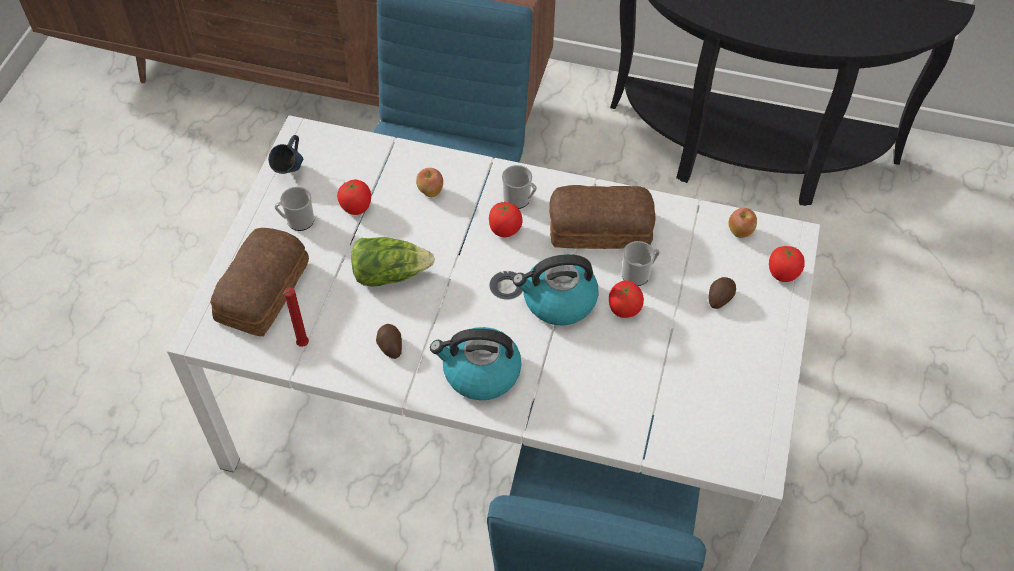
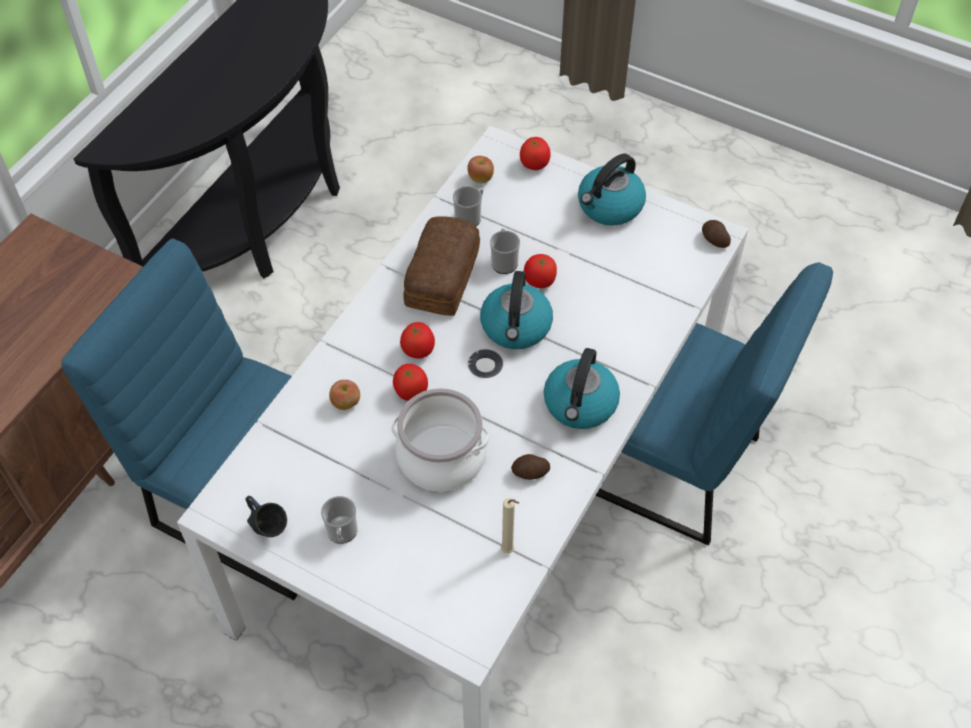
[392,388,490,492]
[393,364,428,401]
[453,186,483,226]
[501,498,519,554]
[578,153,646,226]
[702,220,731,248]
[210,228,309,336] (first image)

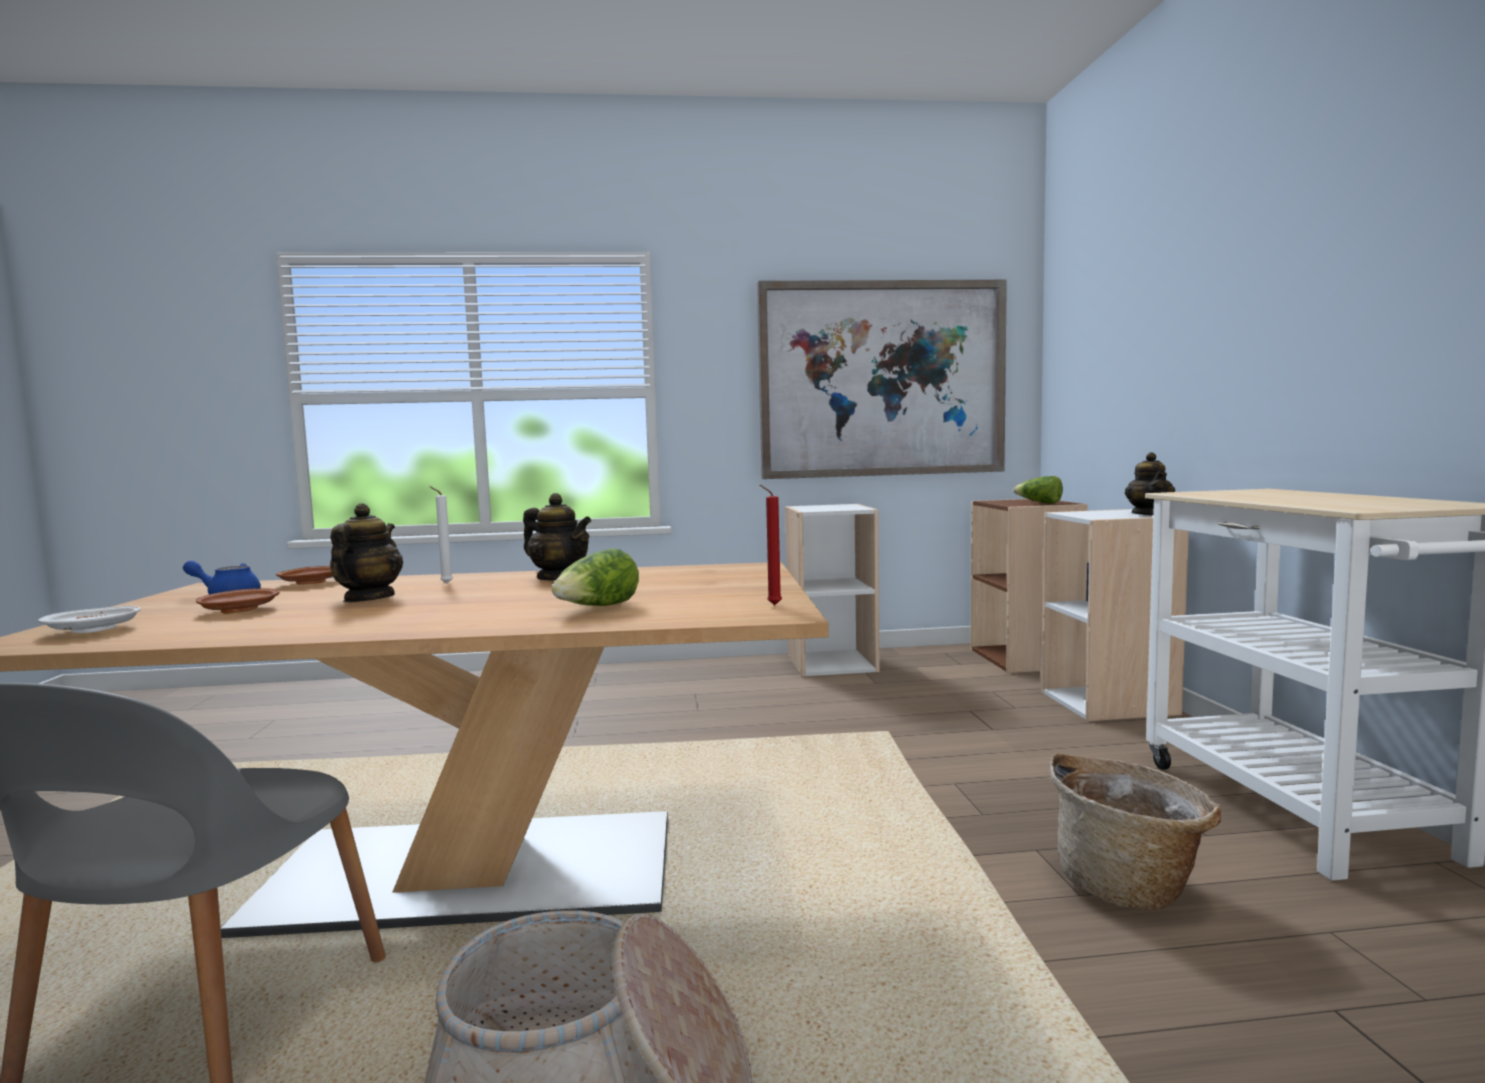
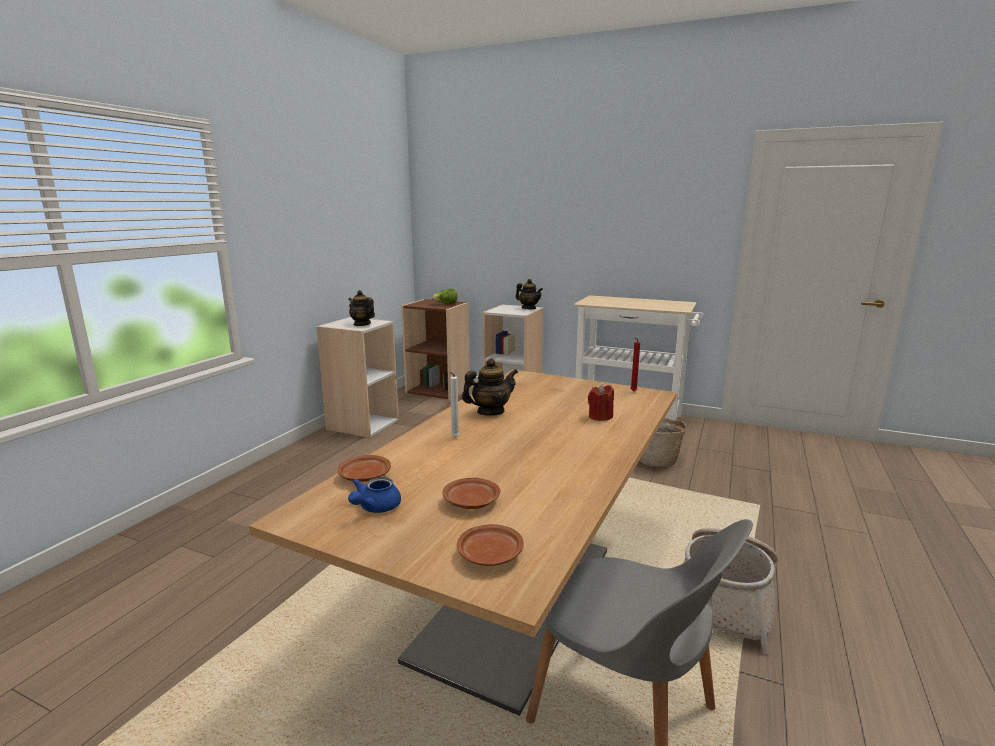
[348,290,375,326]
[457,524,524,566]
[588,384,614,421]
[757,280,1007,479] (first image)

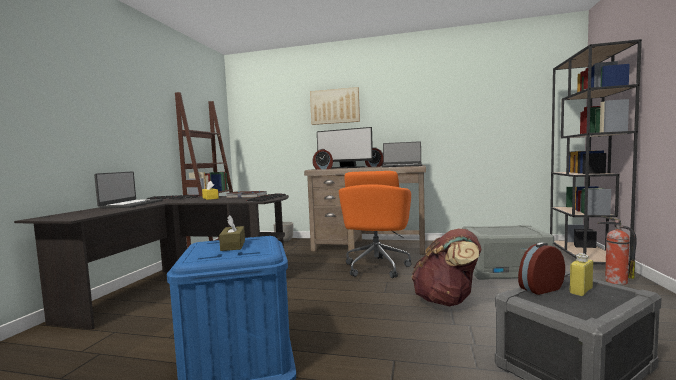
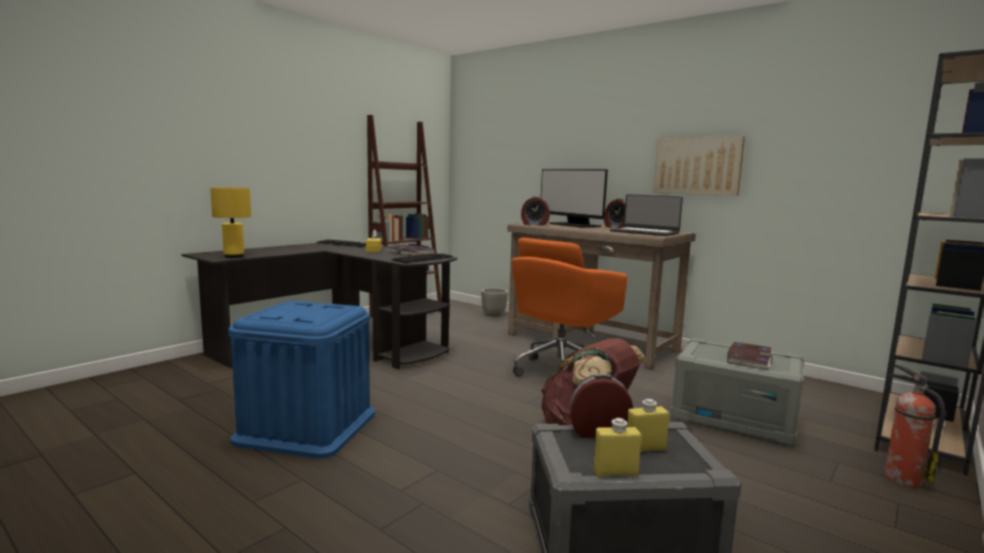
[211,187,251,258]
[593,418,642,477]
[653,136,745,196]
[728,342,772,370]
[94,171,163,209] (first image)
[219,215,245,251] (first image)

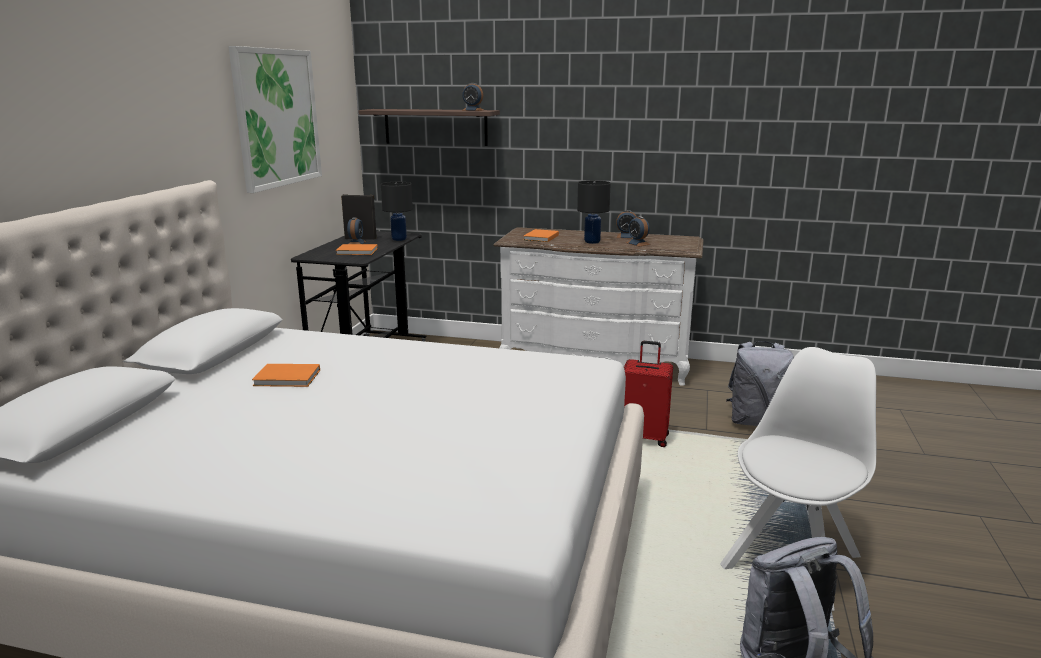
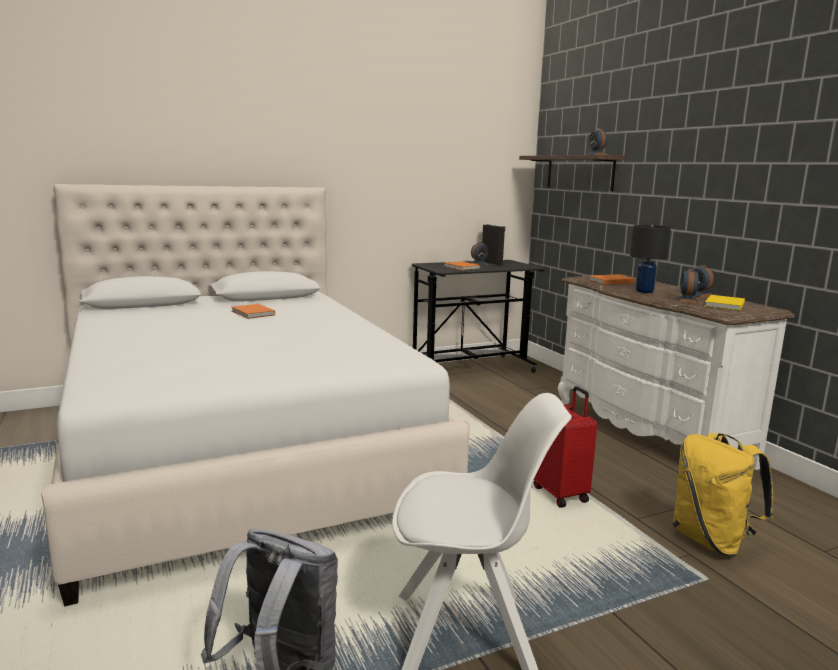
[672,433,774,557]
[704,295,745,311]
[228,46,322,193] (first image)
[381,182,413,241] (first image)

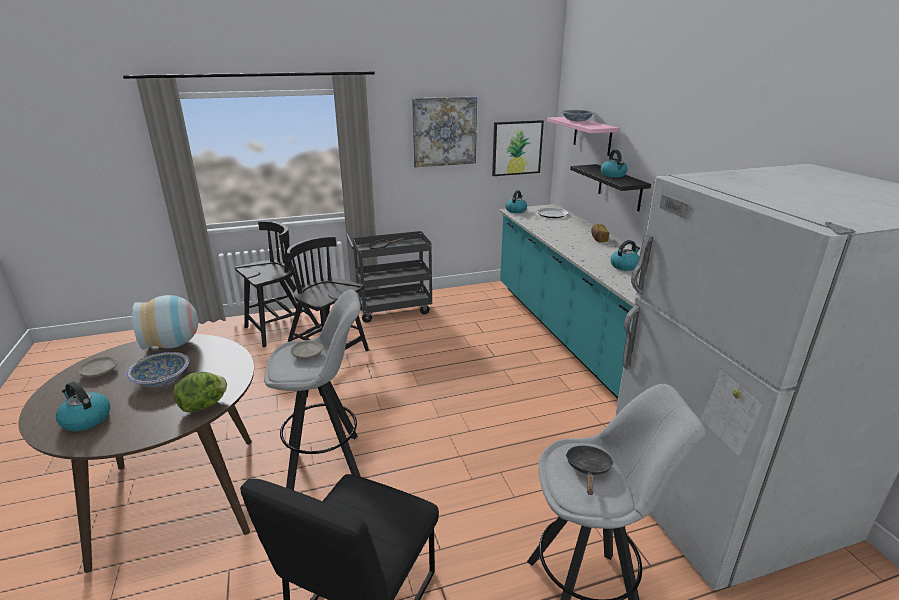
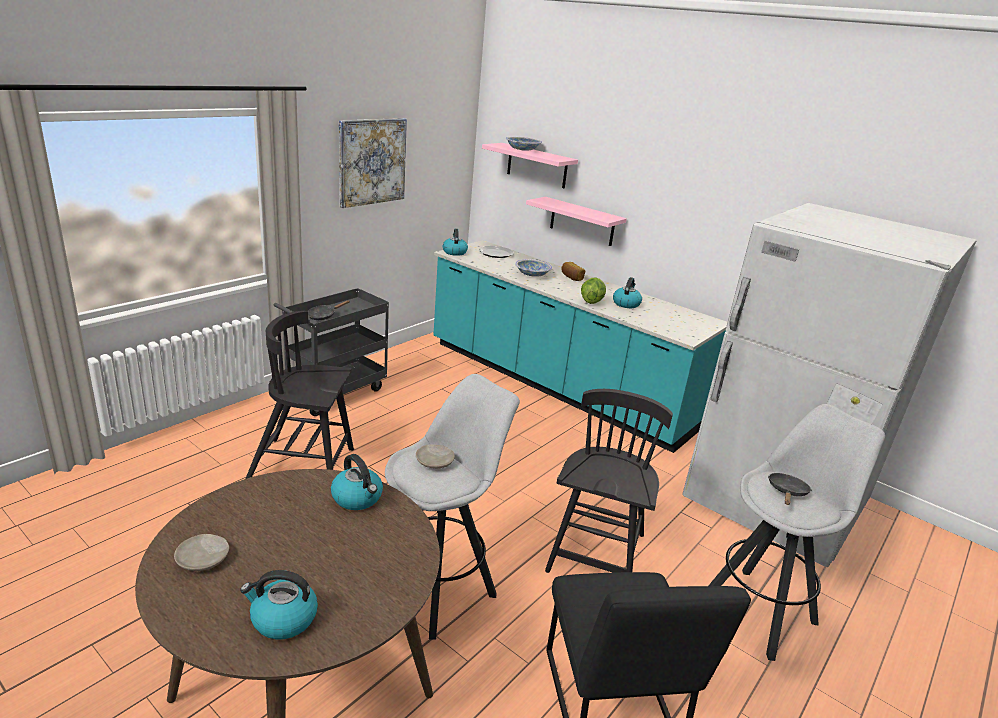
[331,454,383,510]
[515,259,552,277]
[526,197,627,246]
[545,389,673,573]
[581,277,606,304]
[768,473,812,505]
[132,295,199,349] (first image)
[492,120,544,176] (first image)

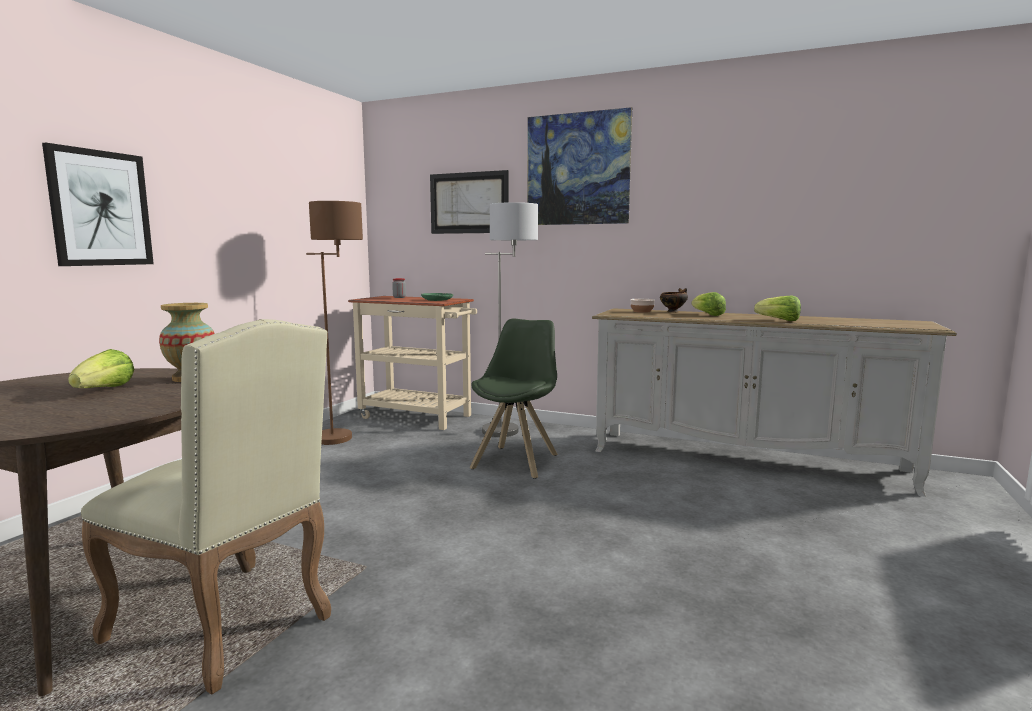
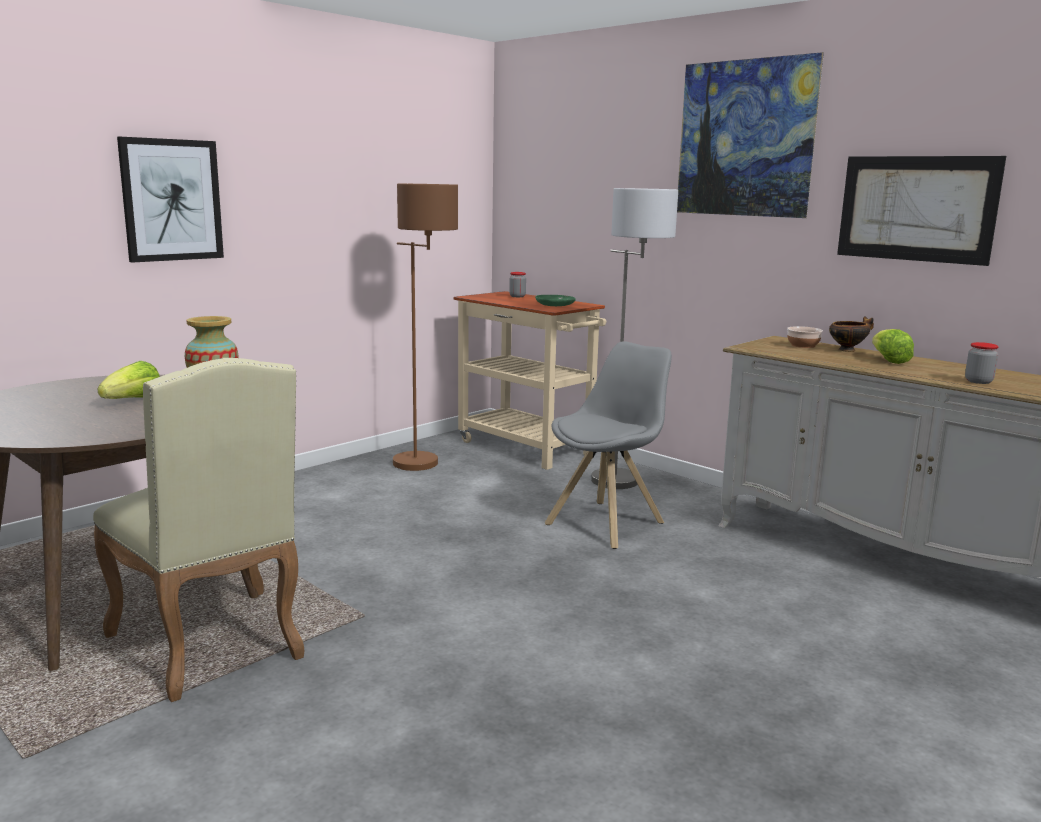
[545,341,672,549]
[837,156,1006,266]
[965,342,999,384]

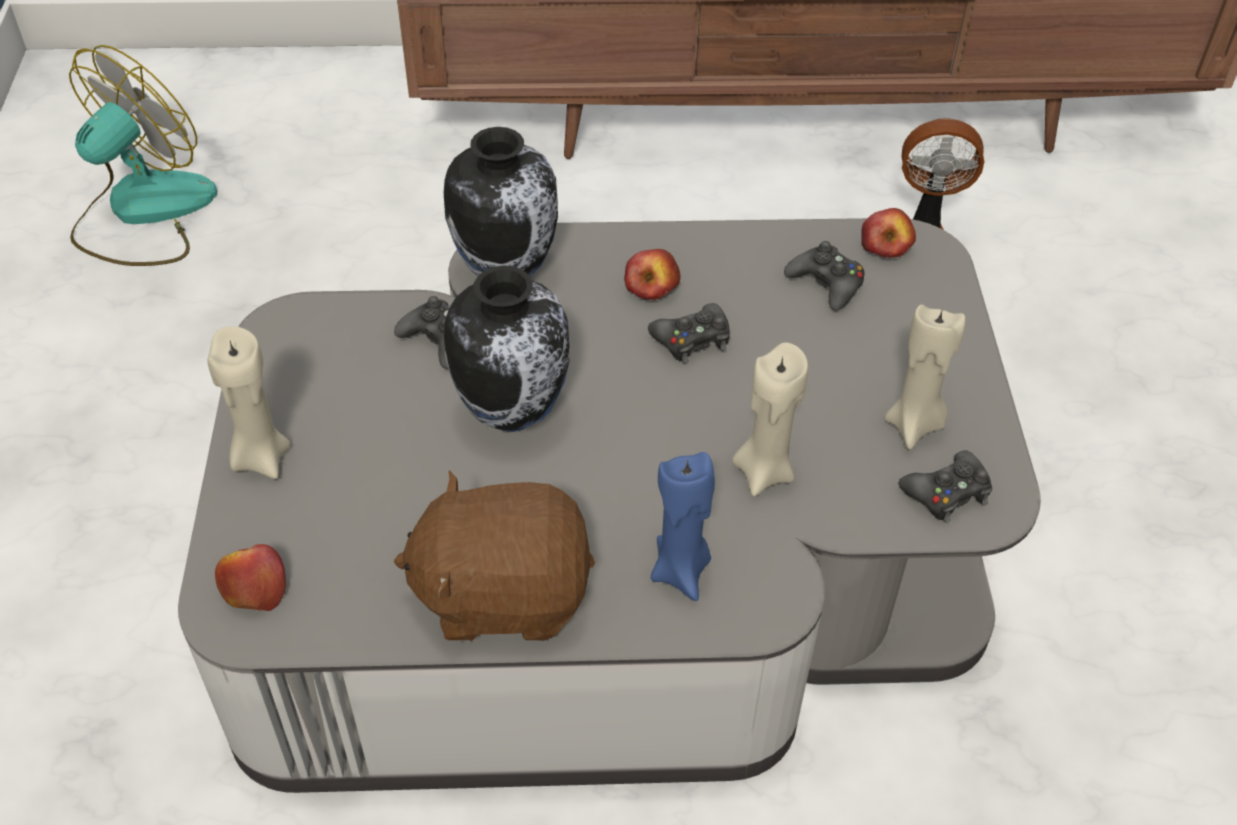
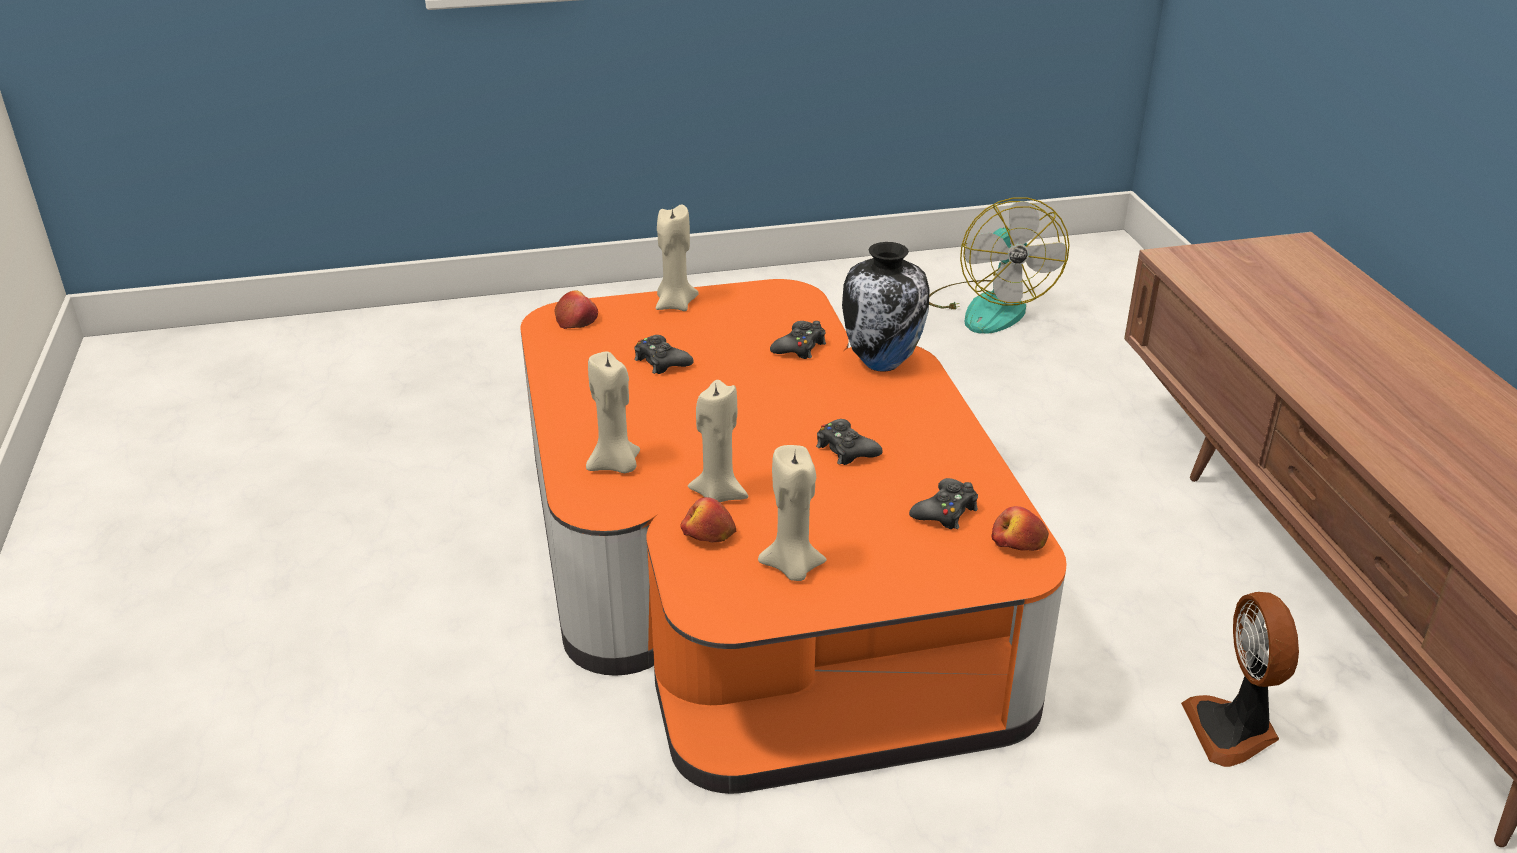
[520,279,1066,794]
[586,352,640,473]
[634,335,694,374]
[680,497,737,543]
[929,197,1070,334]
[394,470,595,641] (first image)
[444,265,570,432] (first image)

